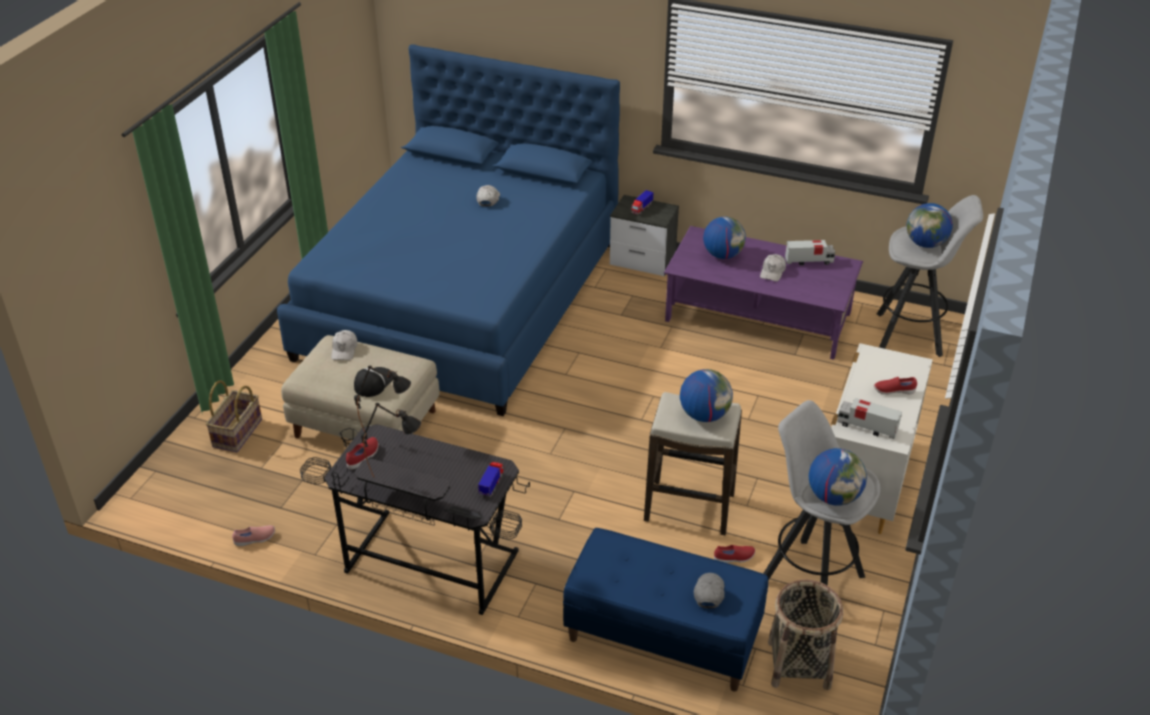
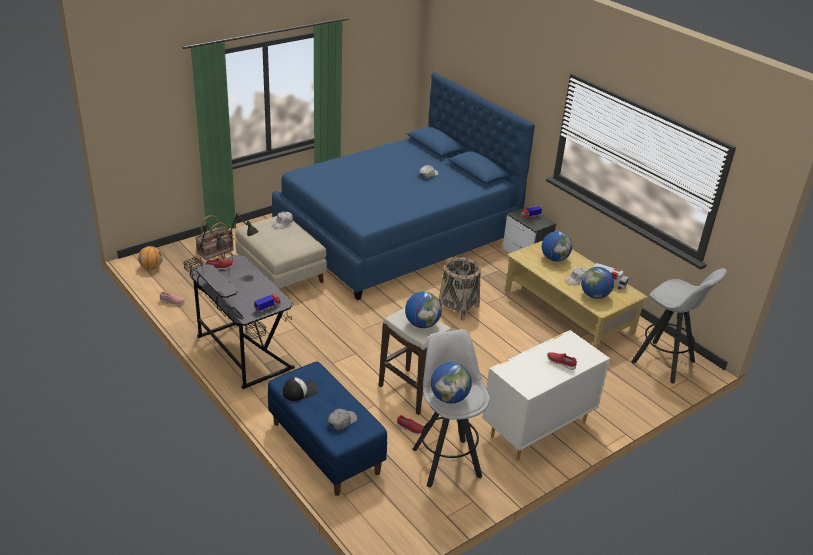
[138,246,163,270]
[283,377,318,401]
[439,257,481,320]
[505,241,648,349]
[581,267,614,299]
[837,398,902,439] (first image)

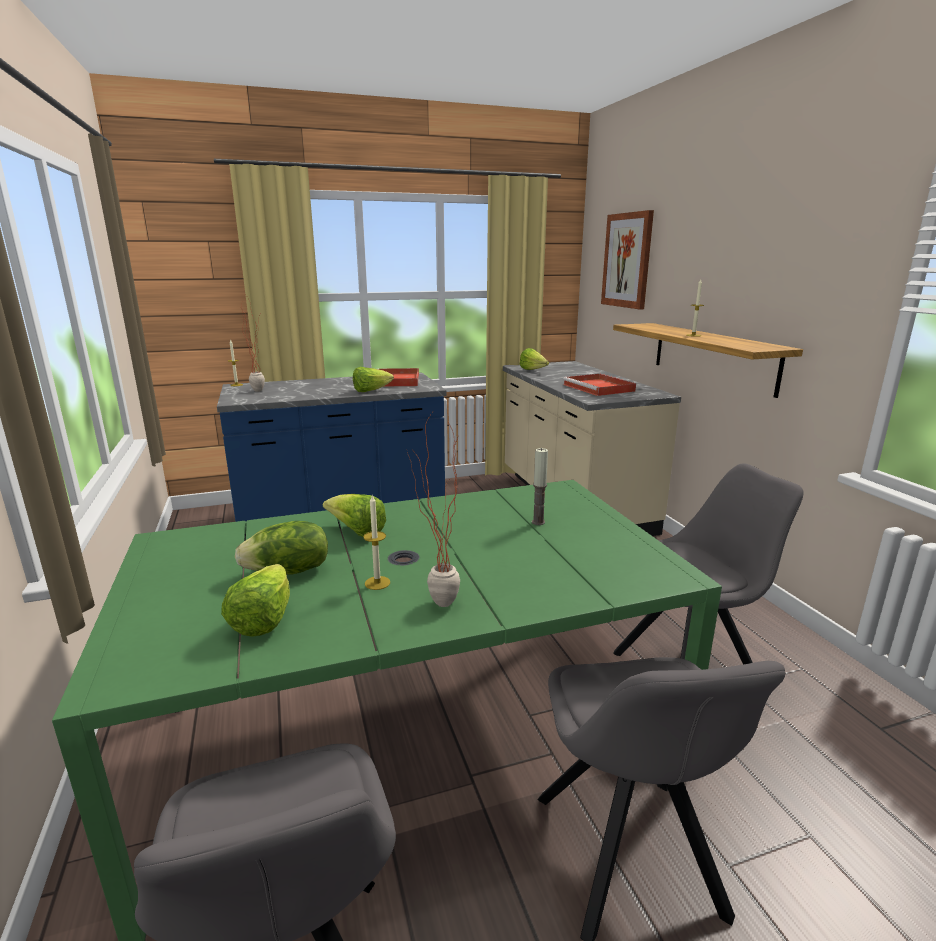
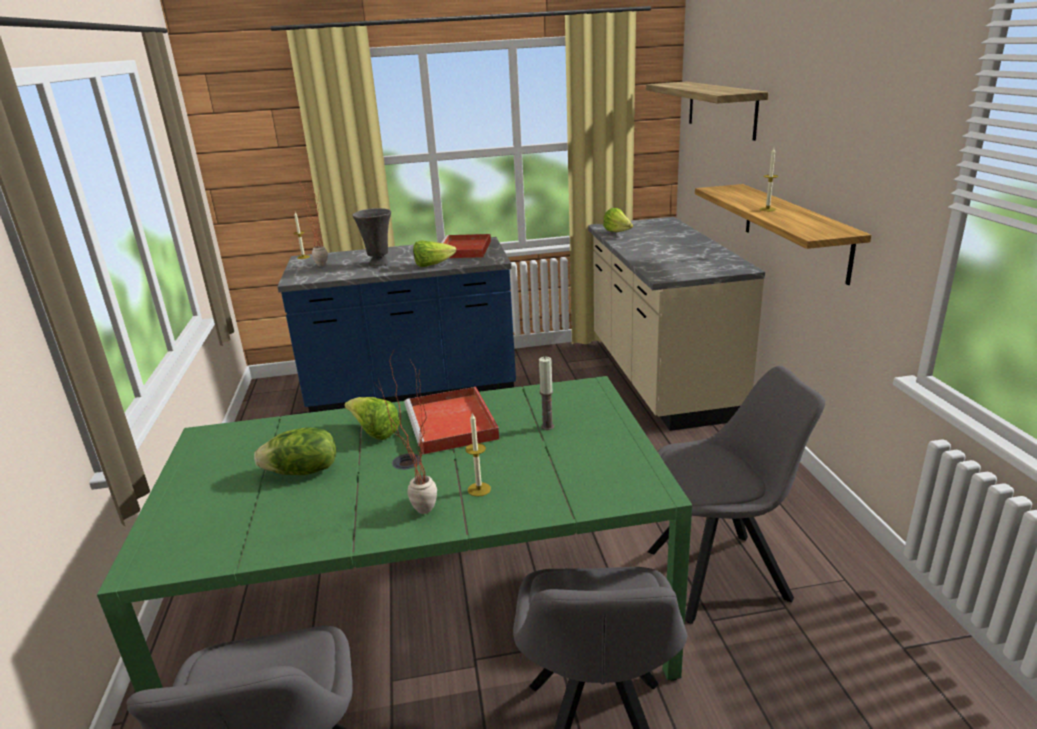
[353,208,391,267]
[404,387,499,455]
[465,413,491,497]
[646,81,769,141]
[221,564,290,637] (first image)

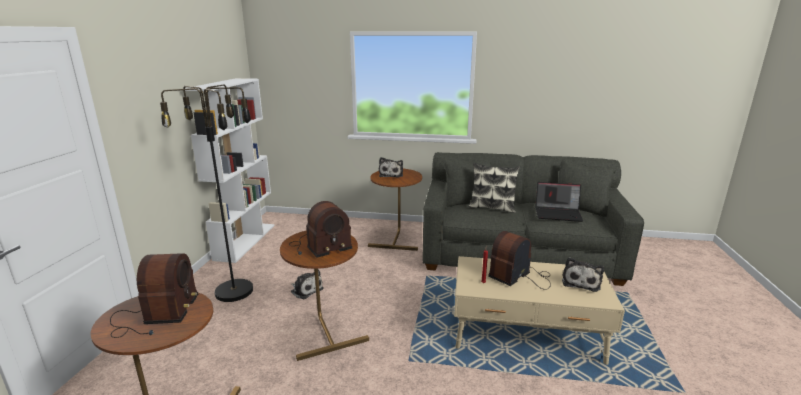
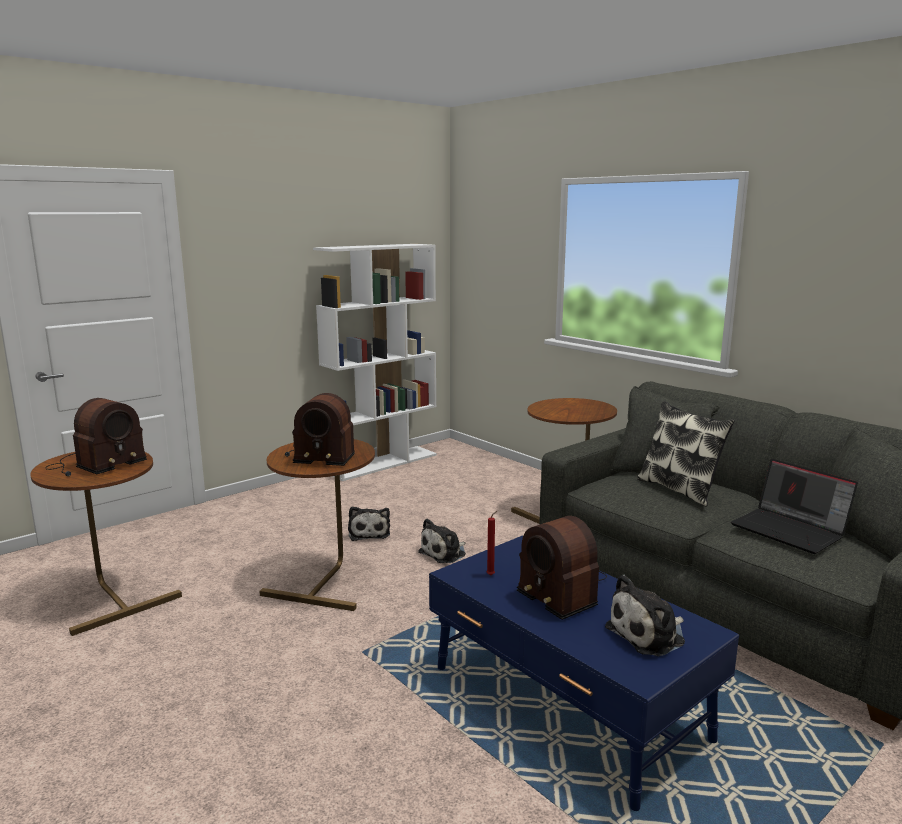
[418,518,466,563]
[429,536,739,811]
[517,516,607,620]
[160,84,253,302] (first image)

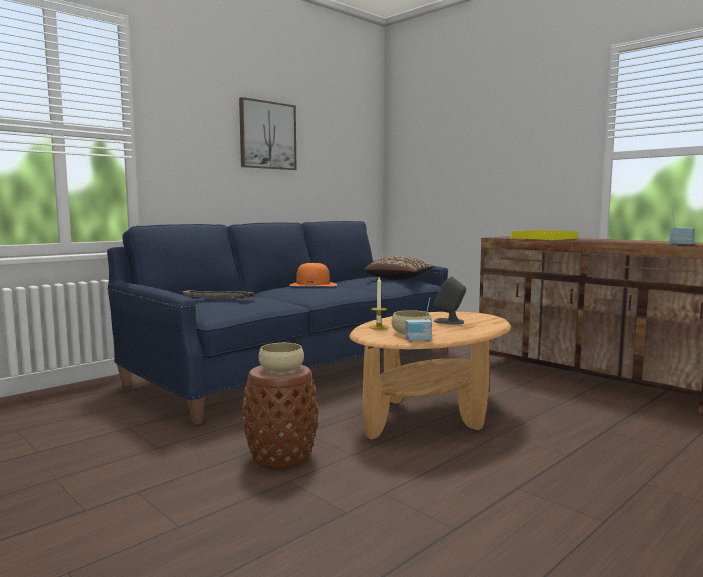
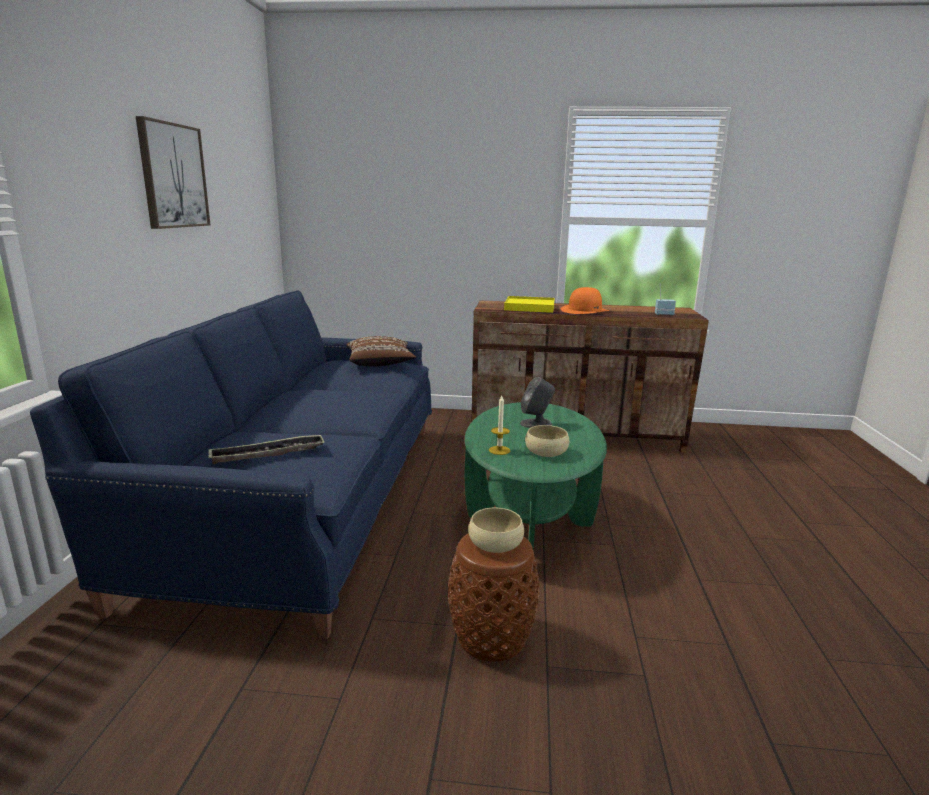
[465,402,607,550]
[561,287,609,314]
[406,298,432,342] (first image)

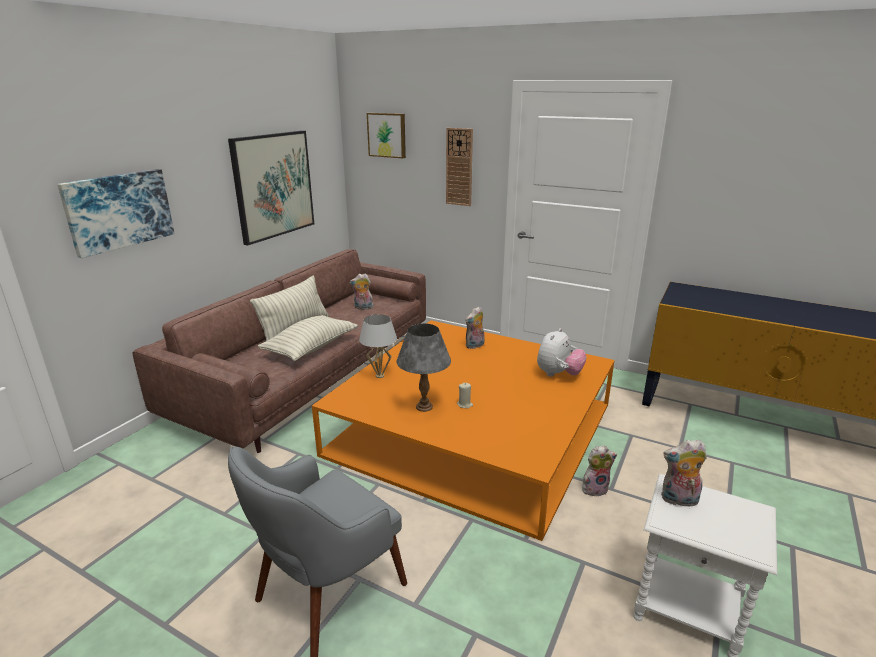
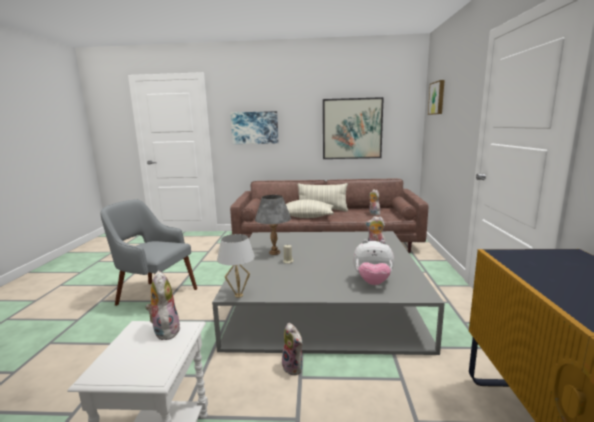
[212,231,445,355]
[217,234,255,298]
[446,128,473,206] (first image)

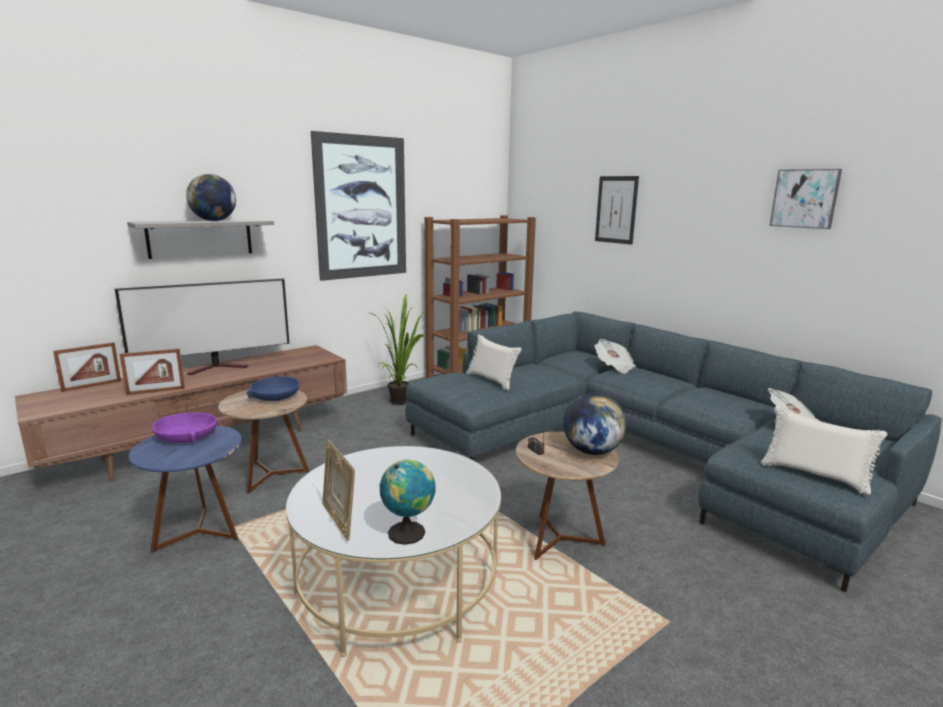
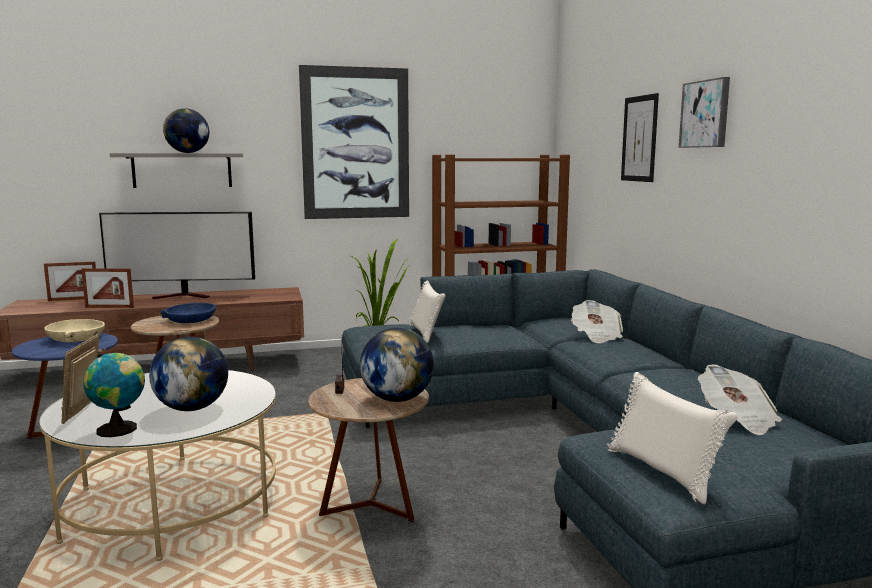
[44,319,105,342]
[149,337,228,411]
[679,77,730,148]

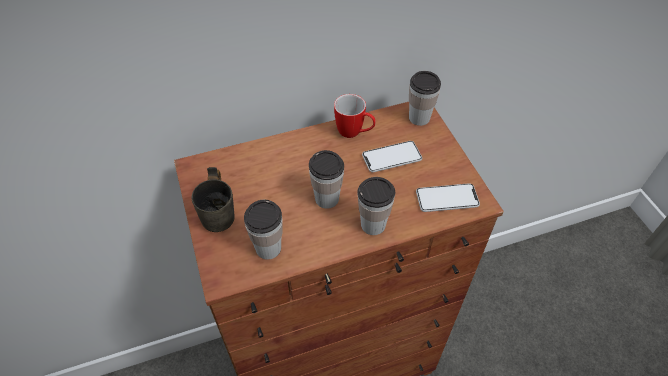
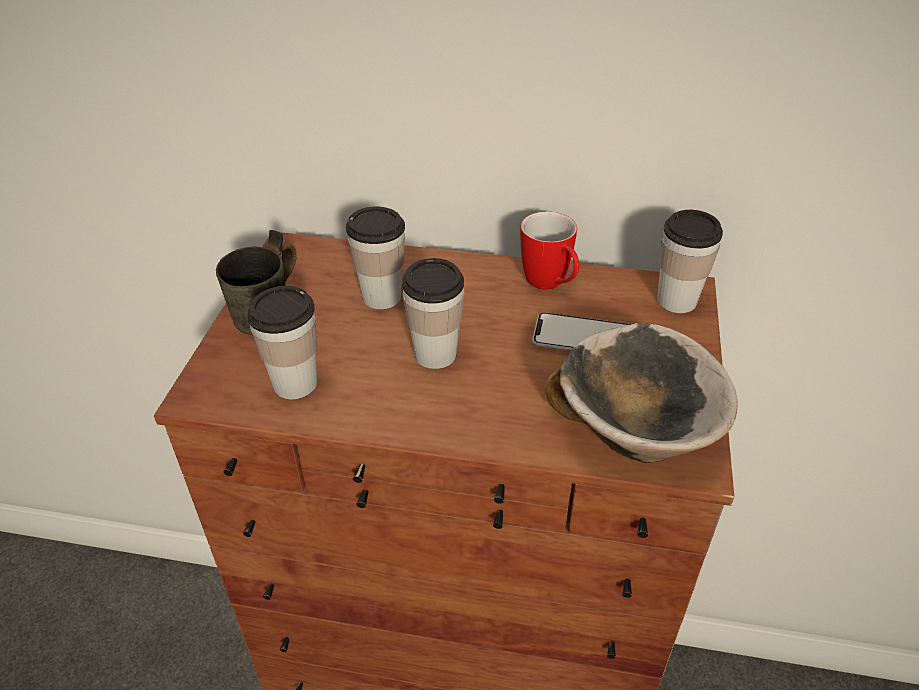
[346,206,405,309]
[545,323,738,463]

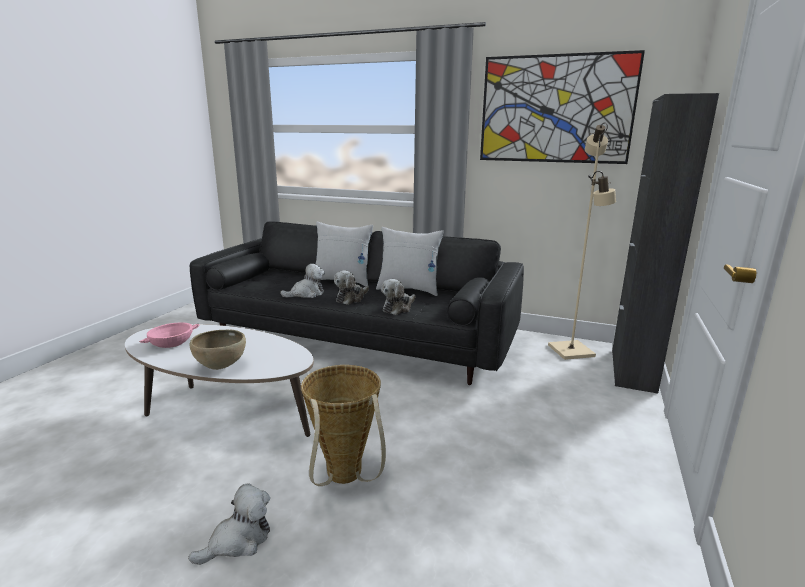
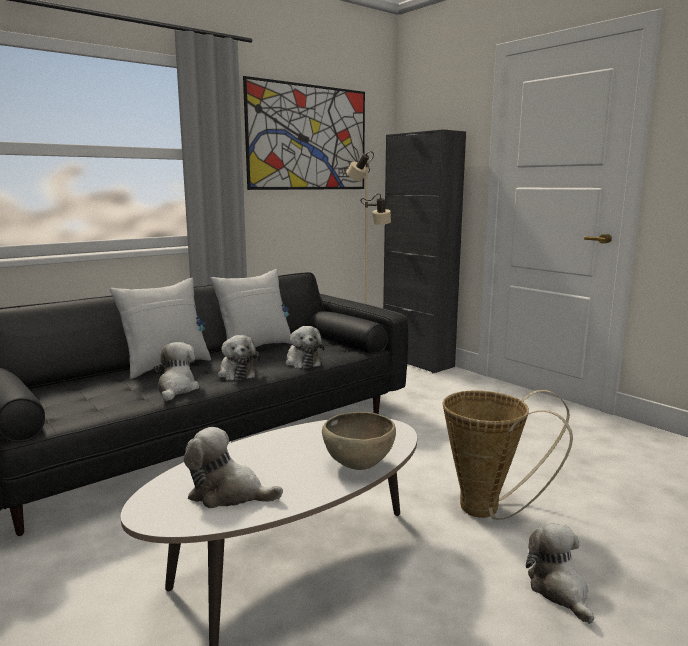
[184,427,283,508]

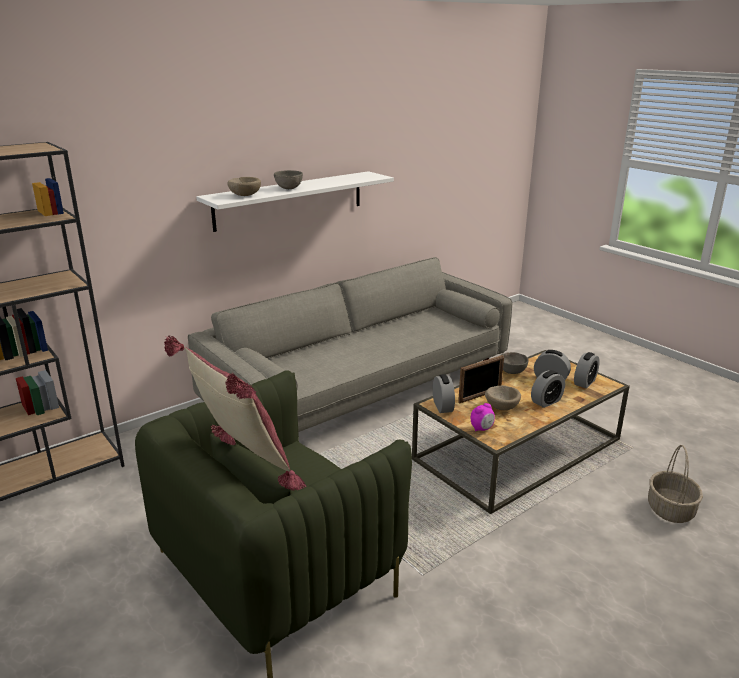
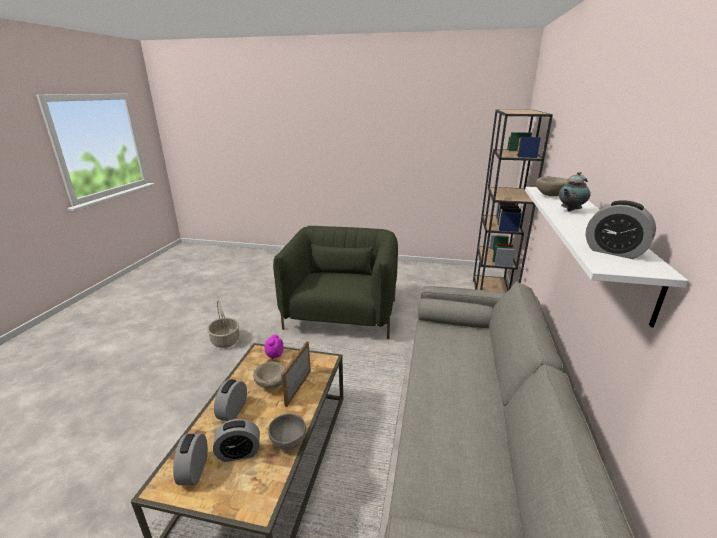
[207,300,240,348]
[559,172,591,212]
[586,200,656,259]
[164,335,306,491] (first image)

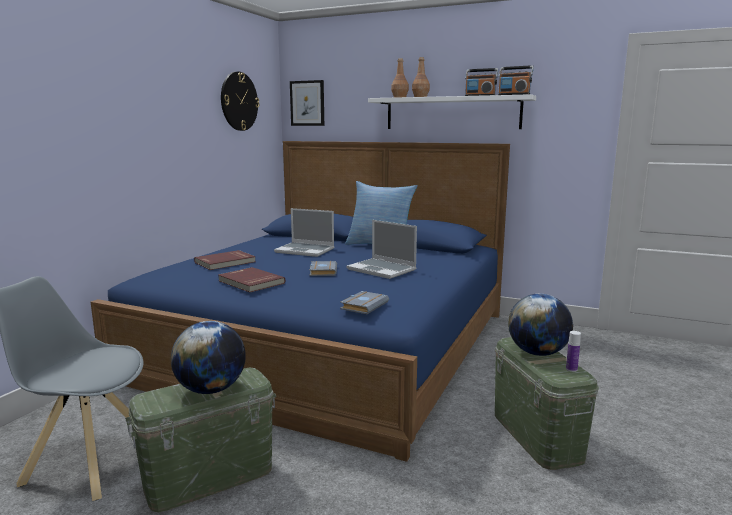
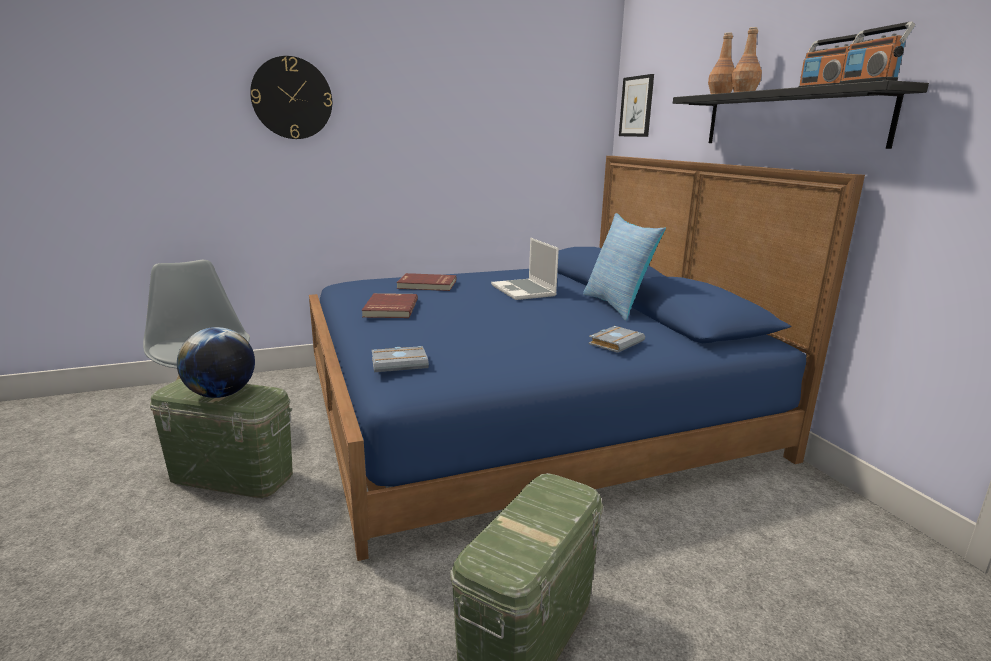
[250,56,332,139]
[588,326,645,353]
[673,80,929,149]
[346,220,417,279] (first image)
[508,294,573,356] (first image)
[566,331,581,372] (first image)

